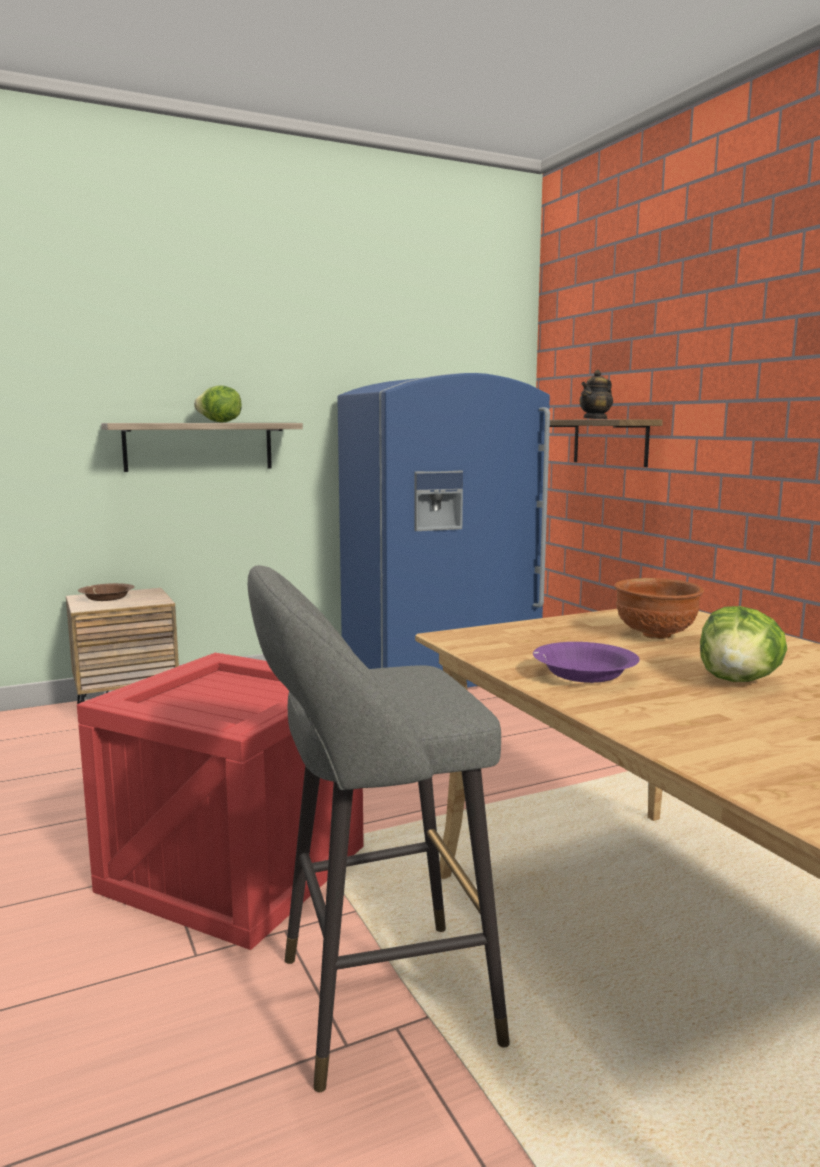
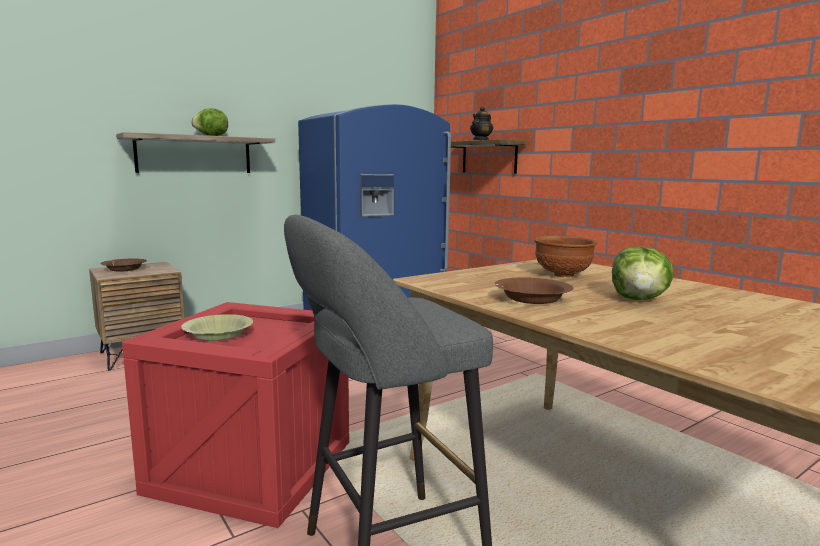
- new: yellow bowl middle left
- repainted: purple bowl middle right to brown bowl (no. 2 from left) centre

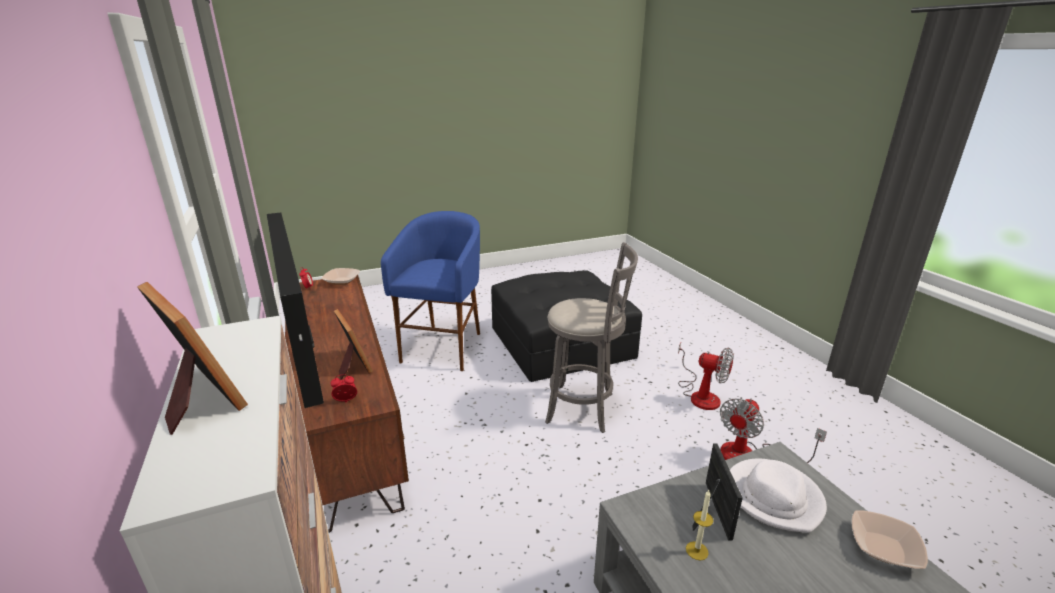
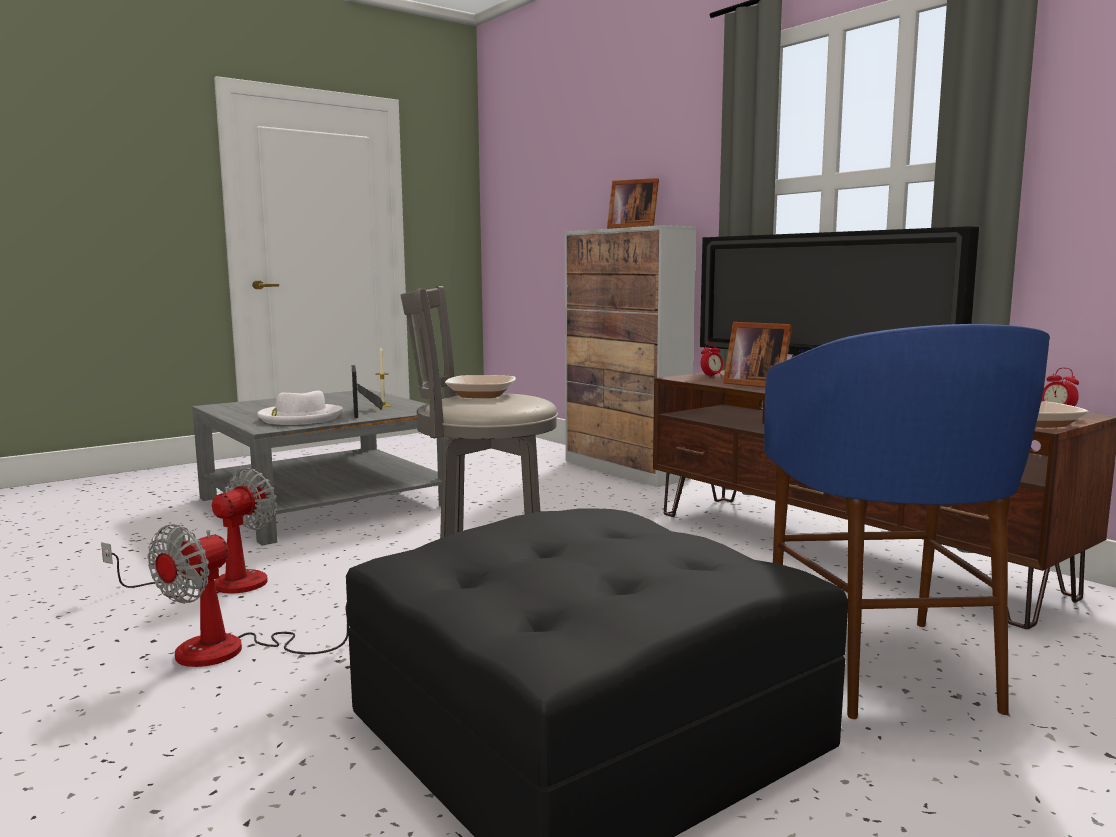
- shifted: bowl (no. 2 from left in the first image) bottom right to bowl (no. 1 from left) centre
- rotated: fan (no. 1 from left in the first image) middle right = bottom left 75 degrees counterclockwise

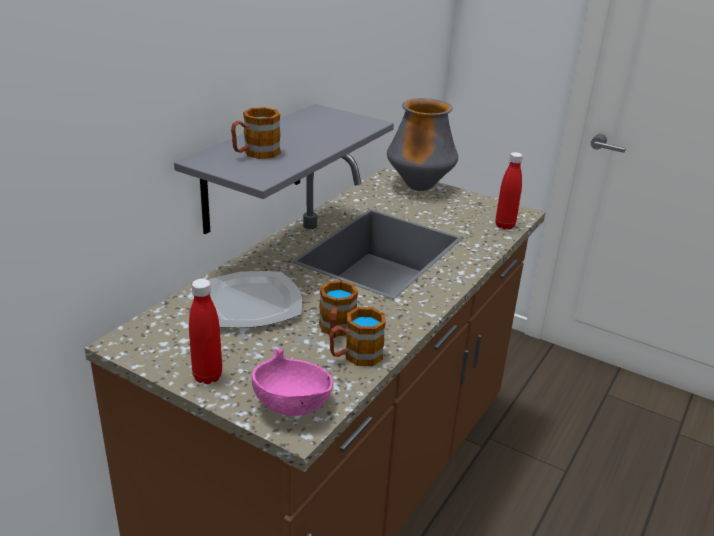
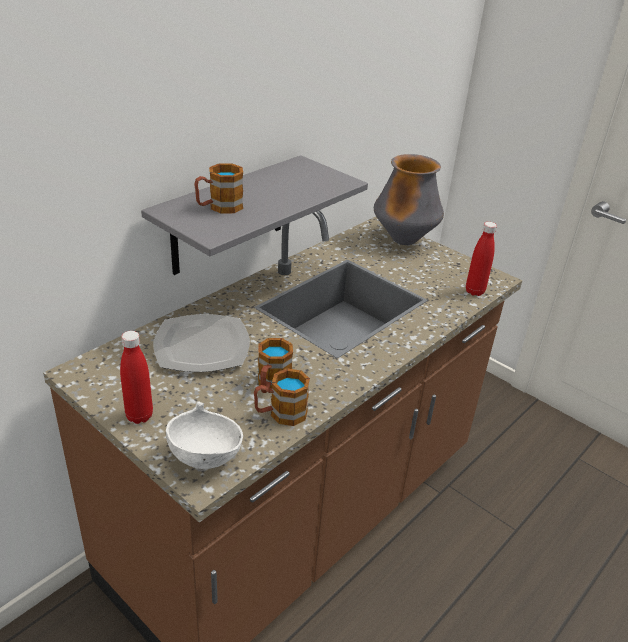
- repainted: pink bowl bottom centre to white bowl bottom left

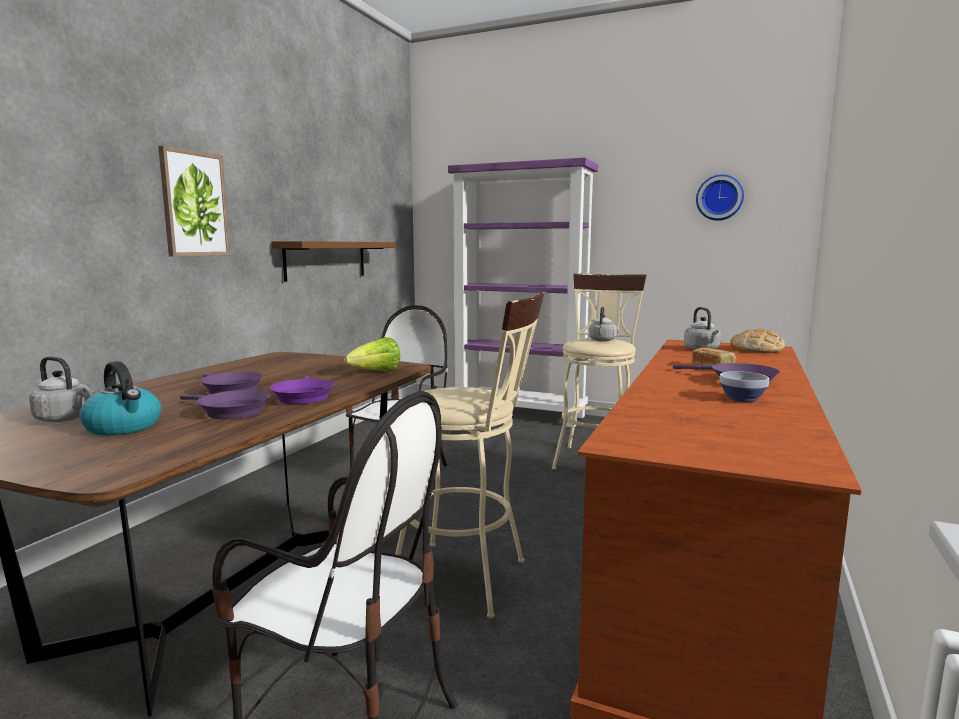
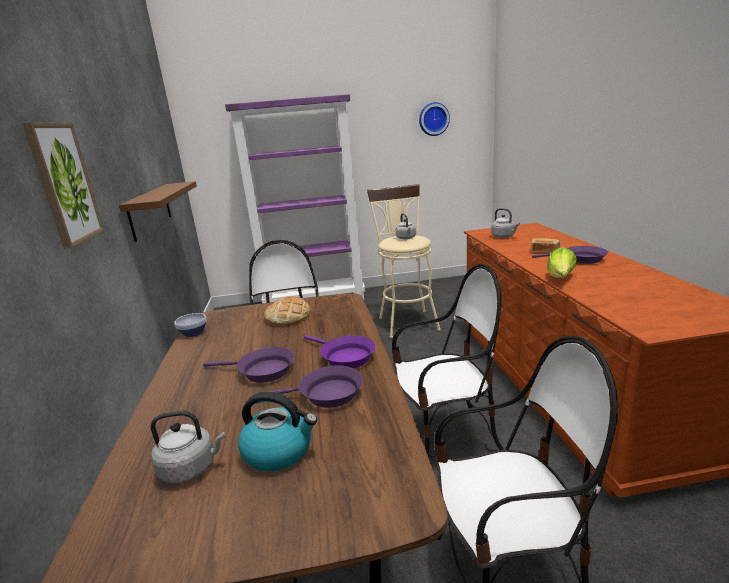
- shifted: lettuce centre to middle right
- shifted: bowl middle right to middle left
- shifted: bread (no. 2 from left in the first image) middle right to bread (no. 1 from left) centre
- swapped: beige stool (no. 1 from left) centre to chair (no. 2 from left) centre

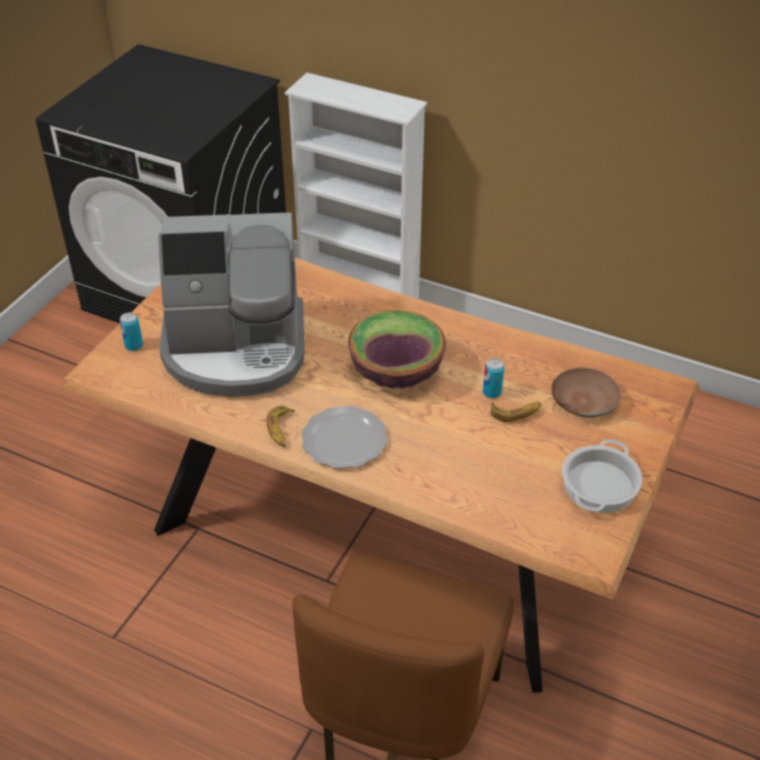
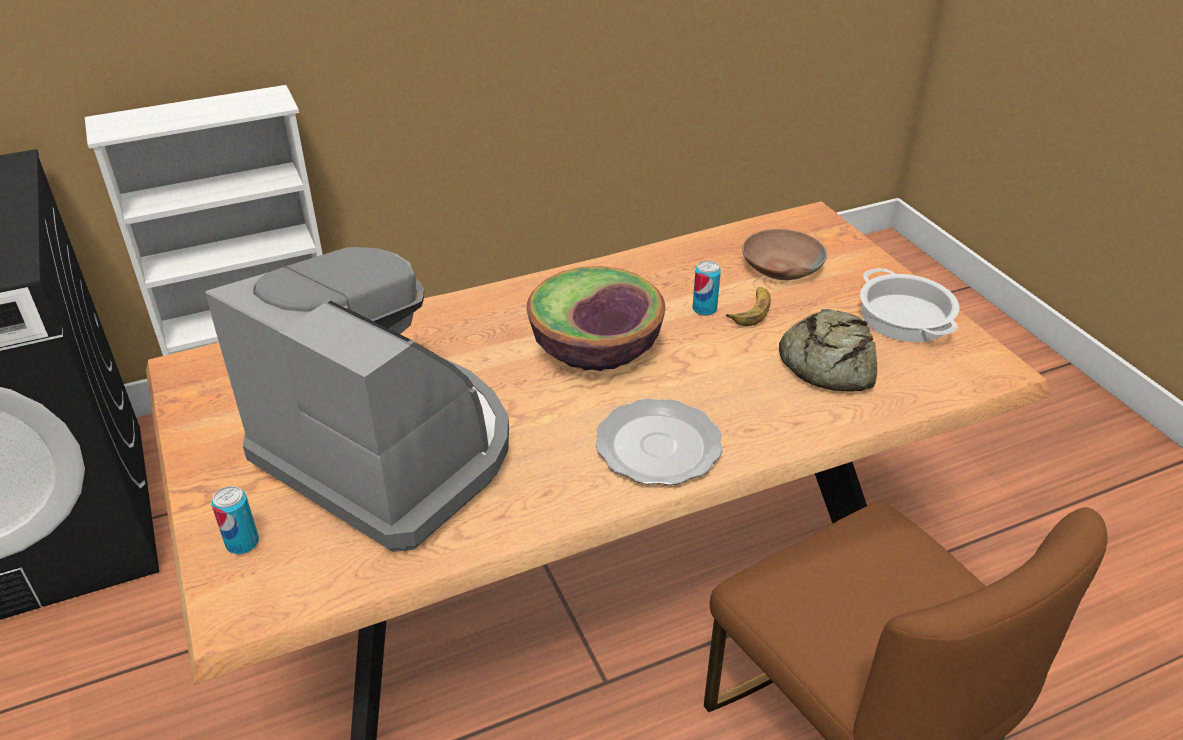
- gone: banana (no. 1 from left) centre
- new: bread middle right
- rotated: coffee machine middle left = middle left 90 degrees counterclockwise

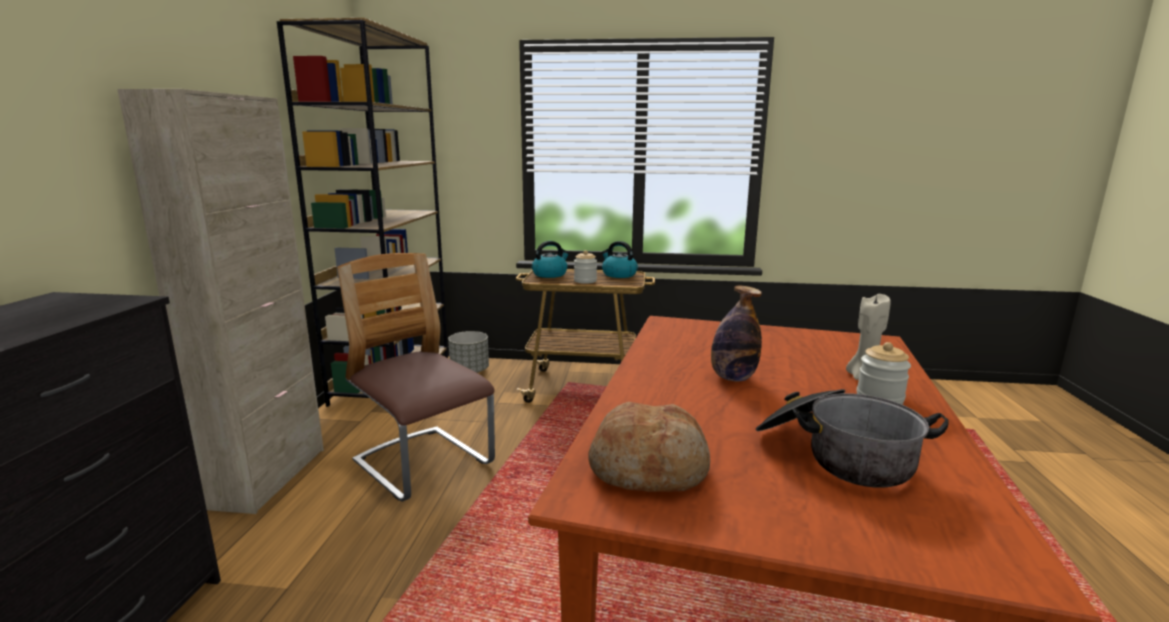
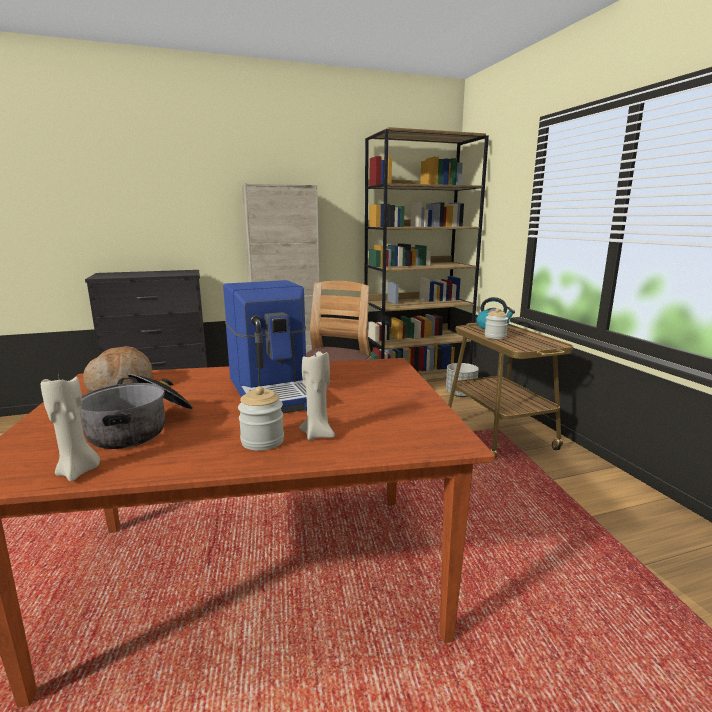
- gone: kettle (no. 2 from left) centre
- new: beige candle (no. 1 from left) middle left
- swapped: bottle centre to coffee machine centre

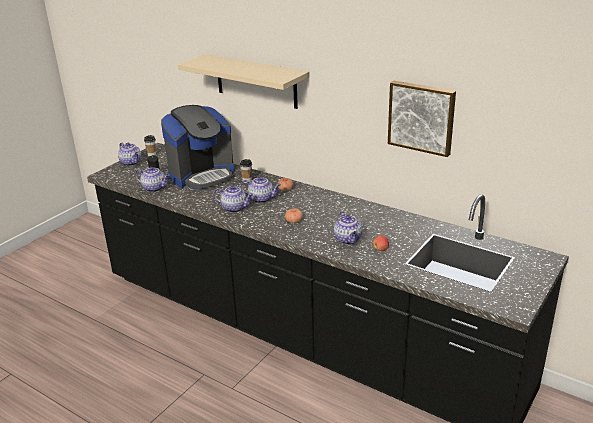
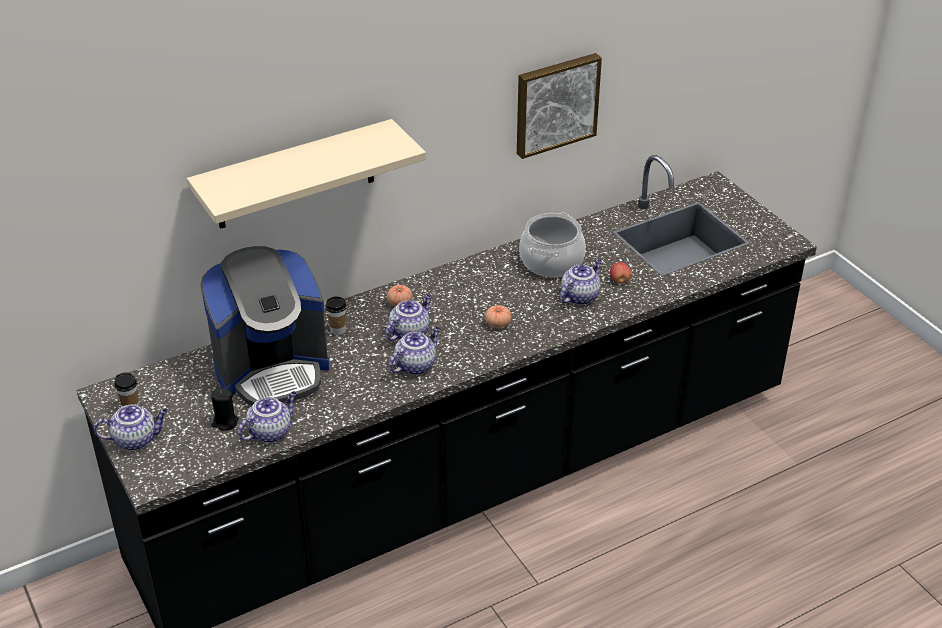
- new: cooking pot centre
- rotated: coffee machine middle left = middle left 75 degrees clockwise
- rotated: teapot (no. 5 from left) centre = centre 60 degrees counterclockwise

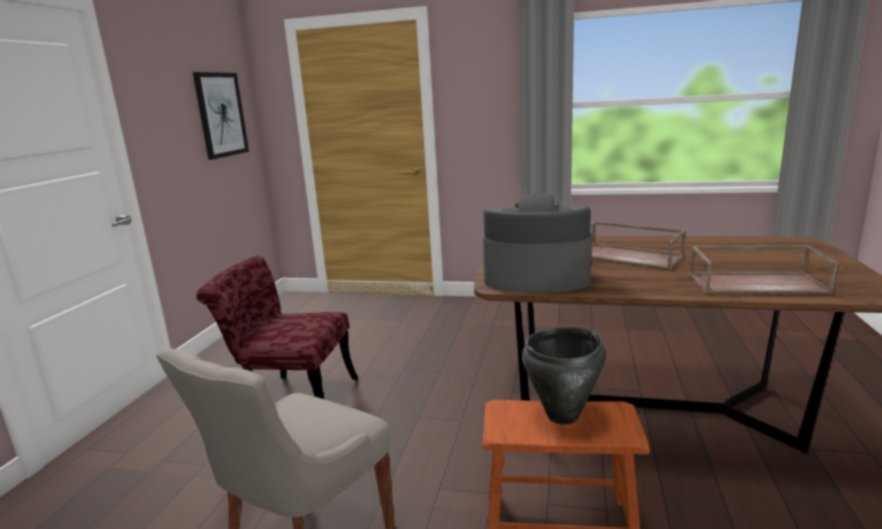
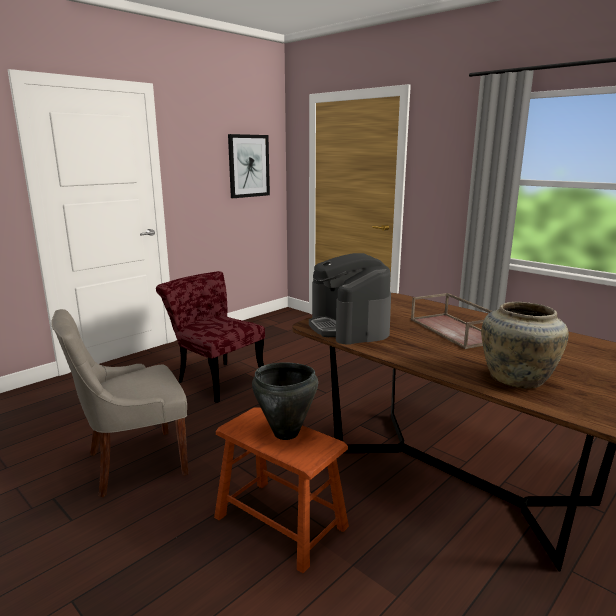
- swapped: brown tray (no. 2 from left) middle right to beige vase middle right
- rotated: coffee machine centre = centre 150 degrees counterclockwise

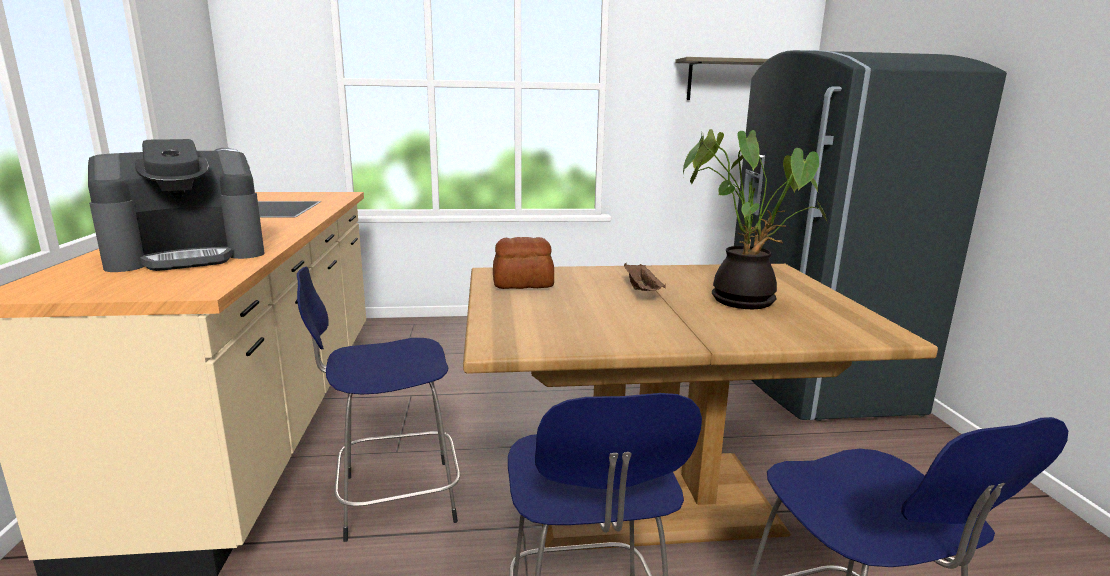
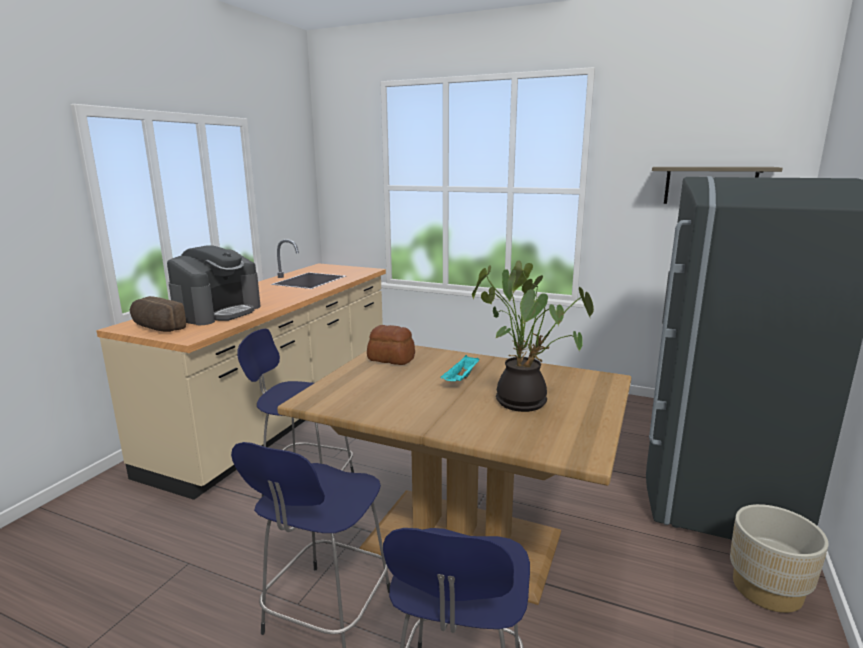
- new: bread (no. 1 from left) middle left
- new: beige planter bottom right
- repainted: brown tray centre to turquoise tray centre
- rotated: coffee machine middle left = middle left 60 degrees counterclockwise

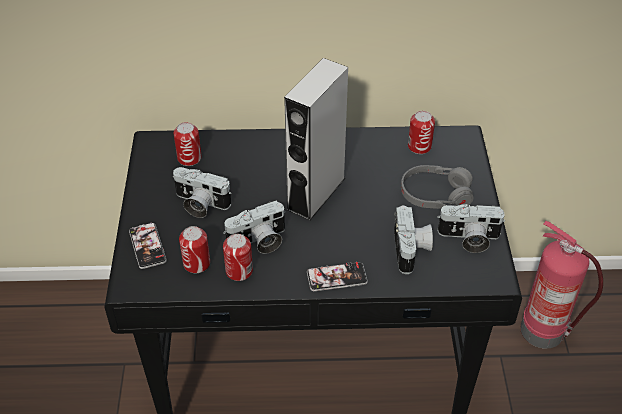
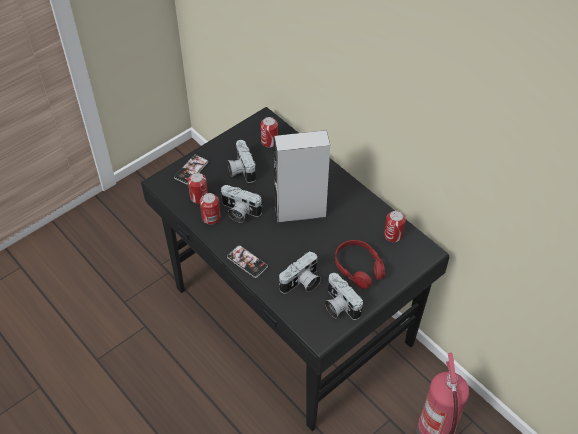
- repainted: grey headphones middle right to red headphones centre

